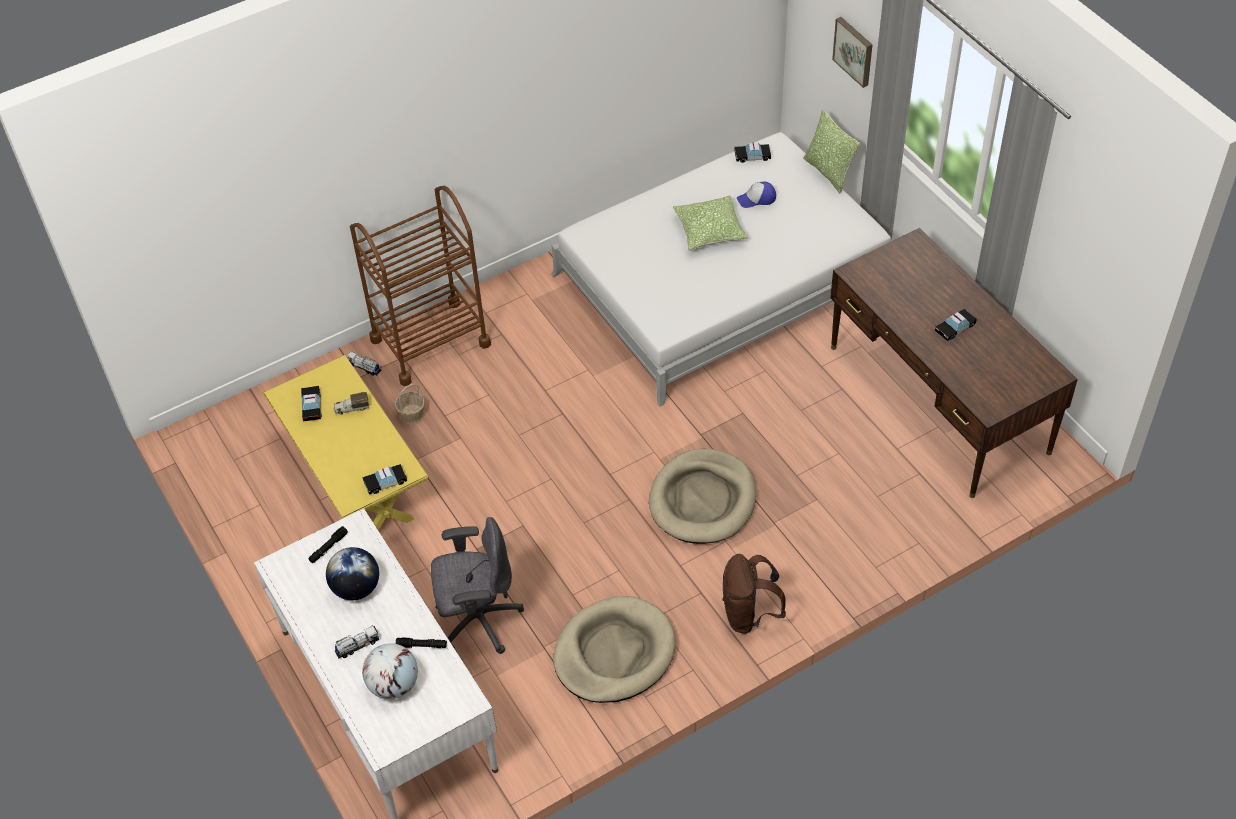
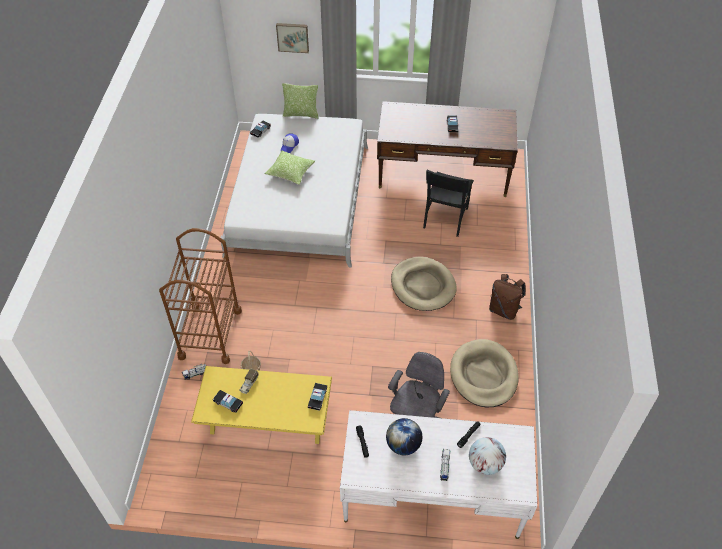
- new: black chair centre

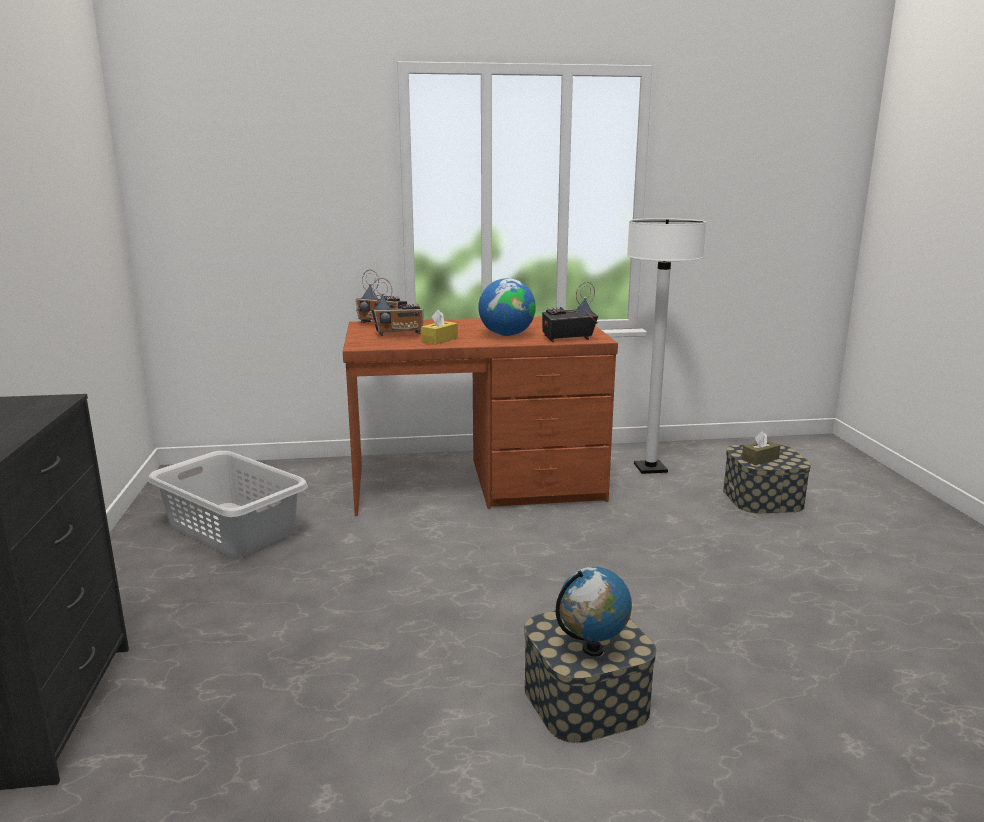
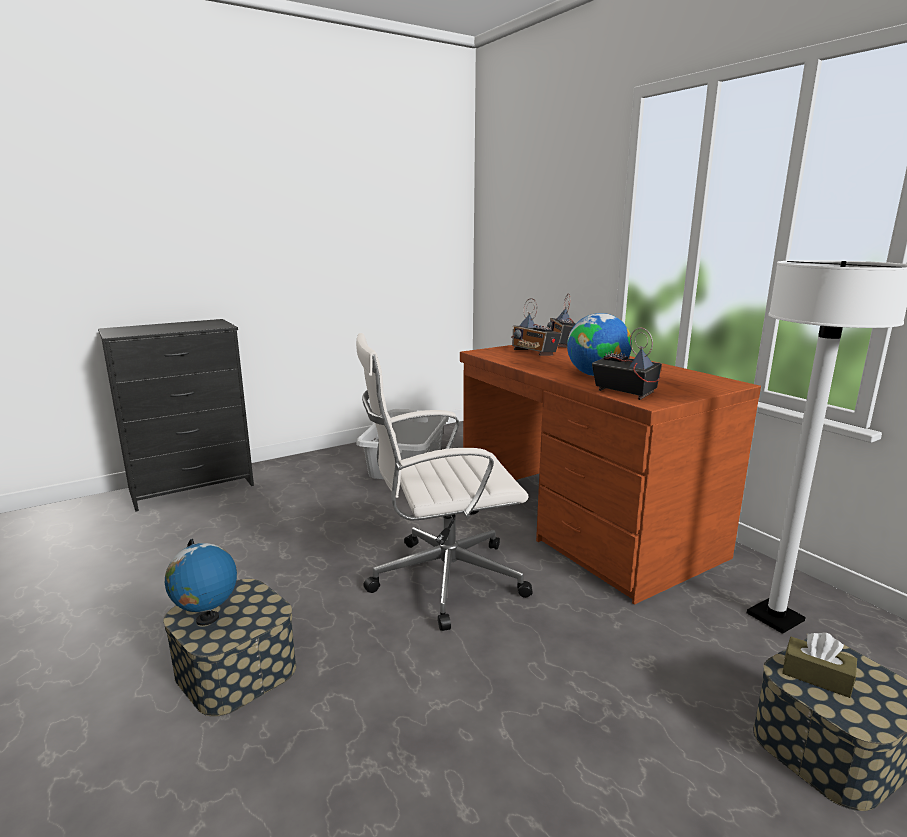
- gone: yellow tissue box centre
- new: white office chair centre

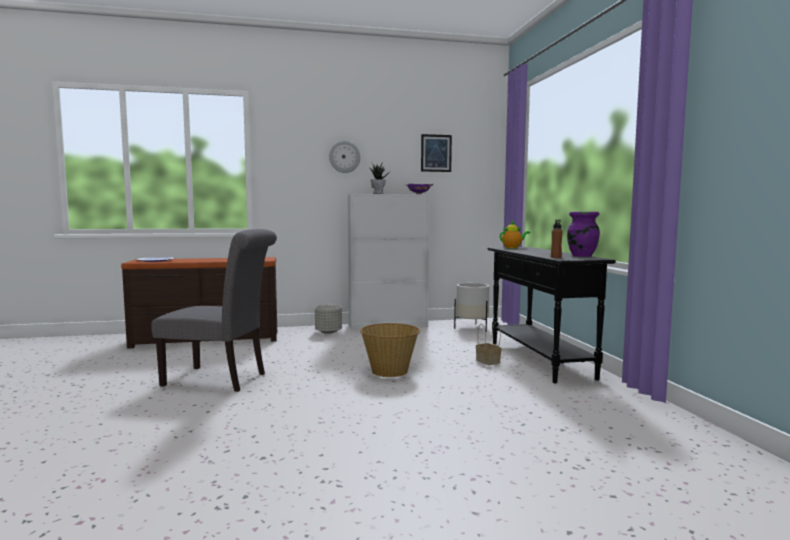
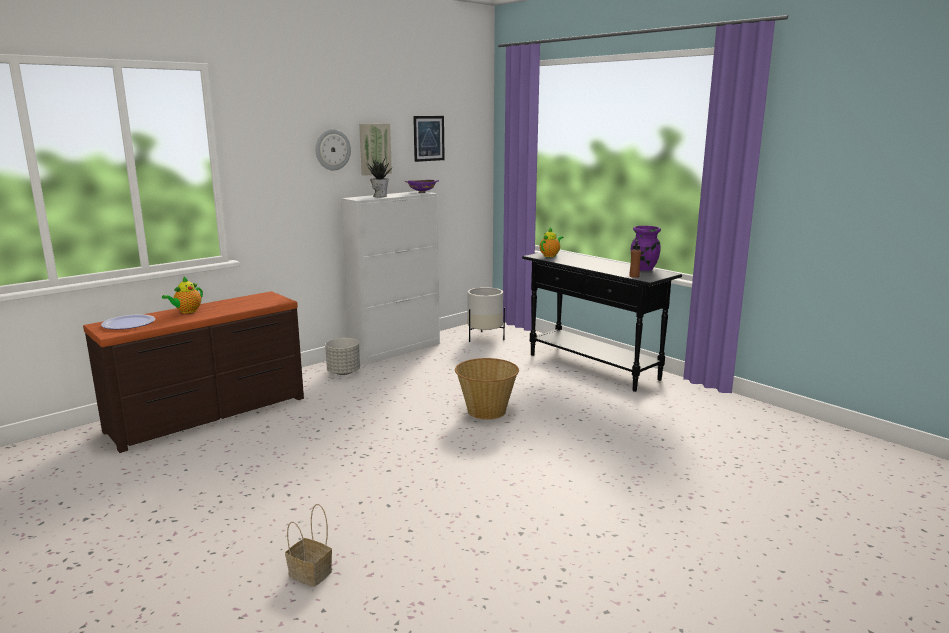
- gone: grey chair middle left
- new: teapot (no. 1 from left) middle left
- new: picture (no. 1 from left) top centre
- shifted: basket (no. 2 from left in the first image) centre to basket (no. 1 from left) bottom left

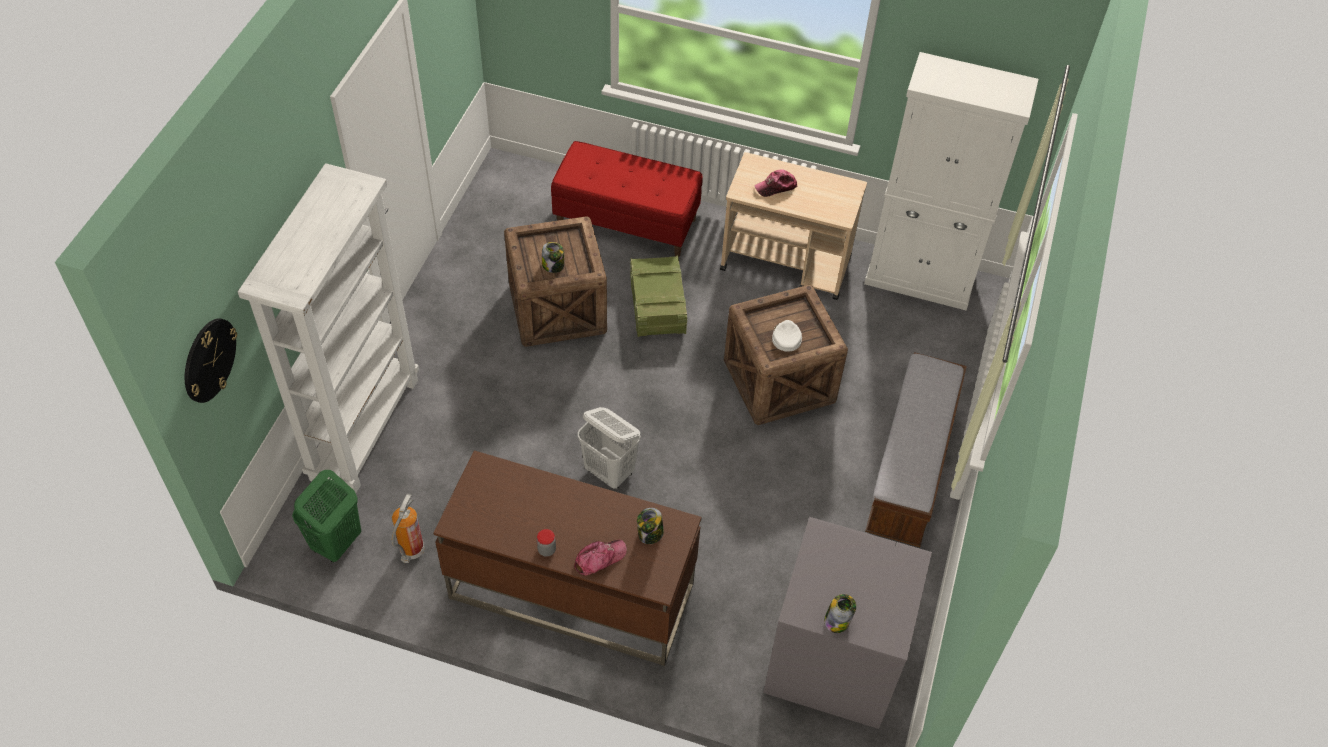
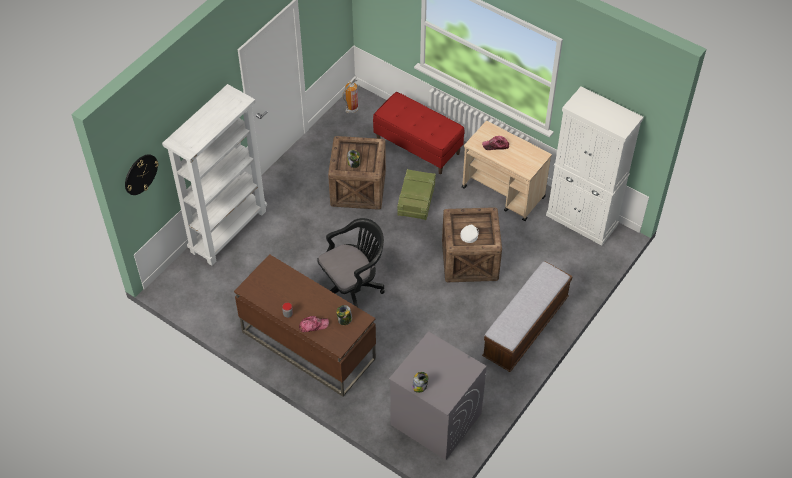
- gone: green laundry basket bottom left
- shifted: fire extinguisher bottom left to top centre
- swapped: white laundry basket centre to black office chair centre

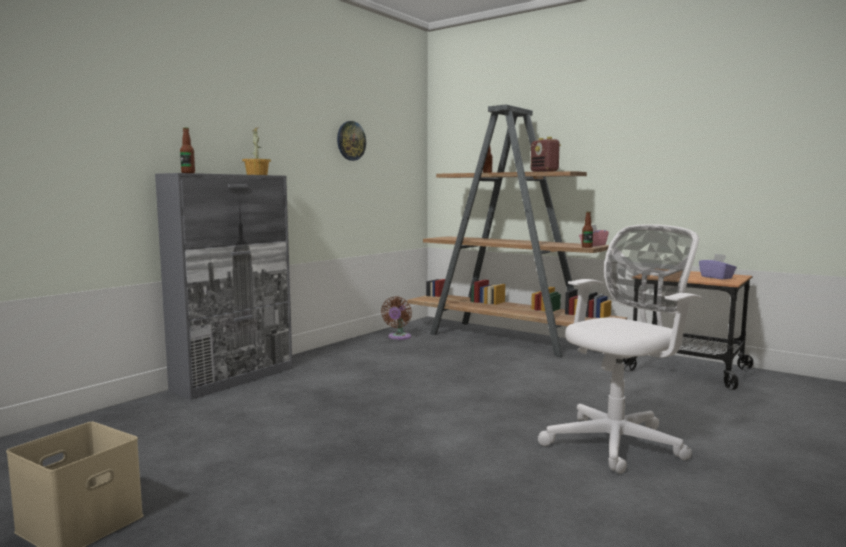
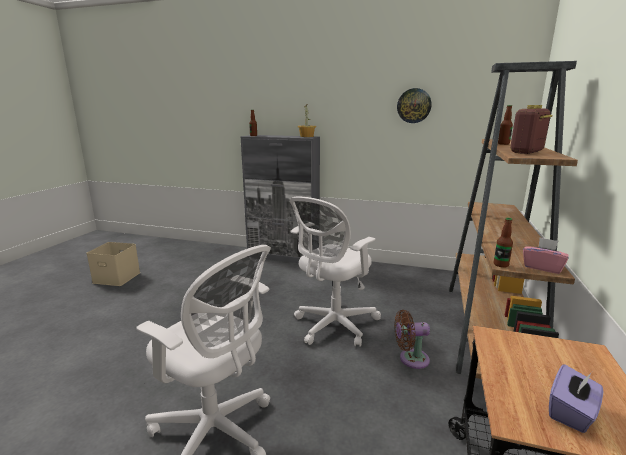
- new: white office chair (no. 2 from left) centre
- shifted: brown fan centre to bottom centre

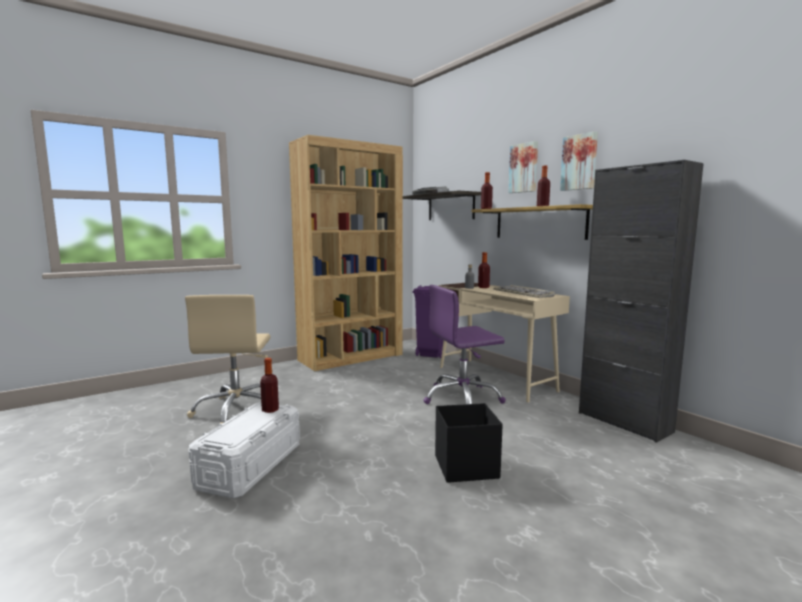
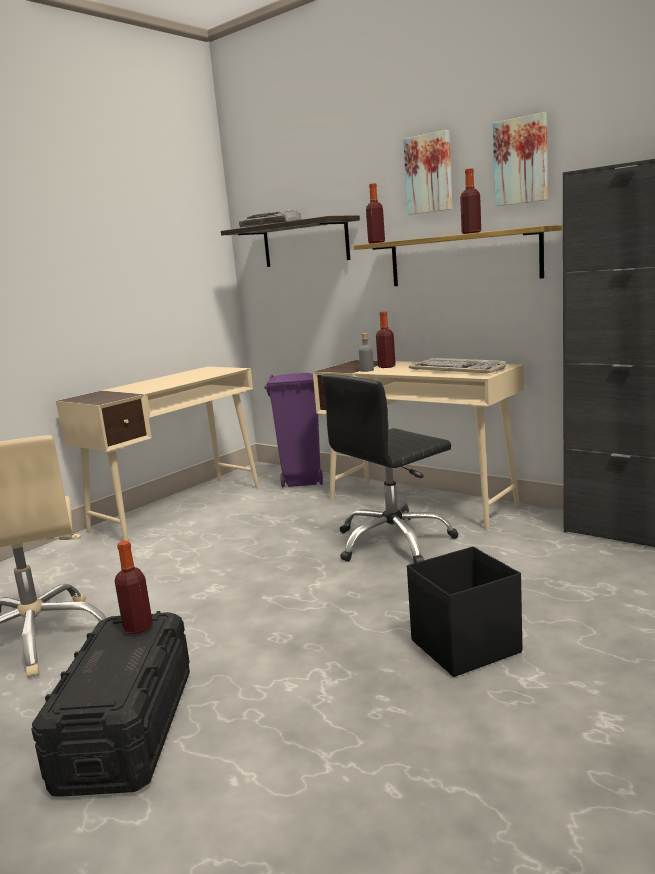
- swapped: brown bookcase centre to beige desk (no. 1 from left) middle left
- repainted: white storage box bottom left to black storage box (no. 1 from left) bottom left
- repainted: purple office chair centre to black office chair centre

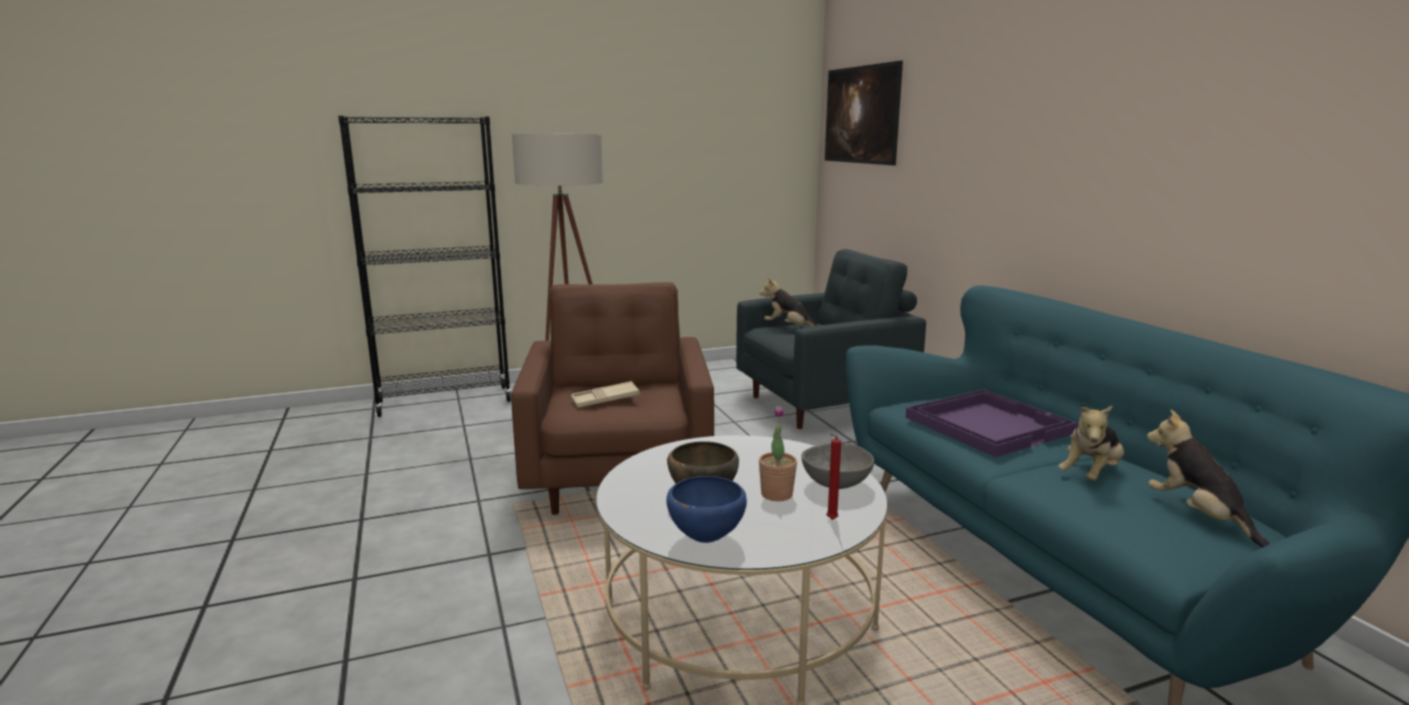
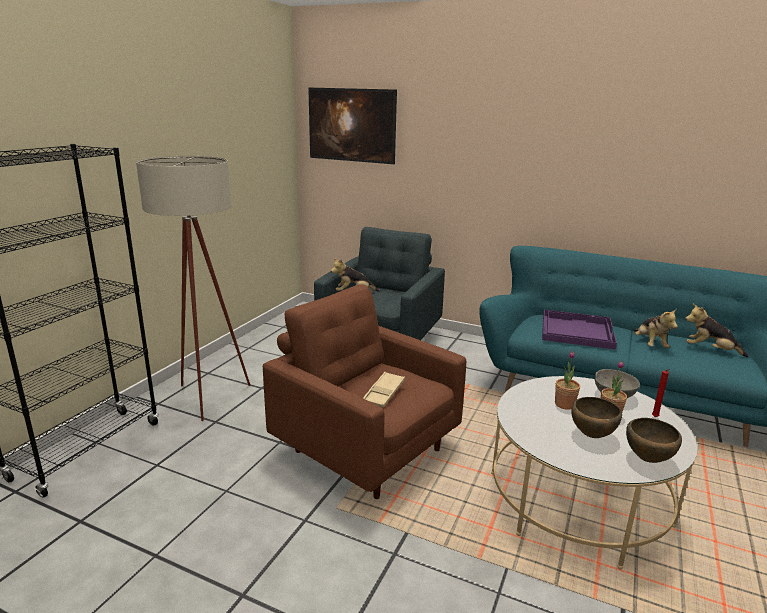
- new: potted plant (no. 1 from left) middle right
- repainted: blue bowl bottom centre to brown bowl (no. 2 from left) bottom right

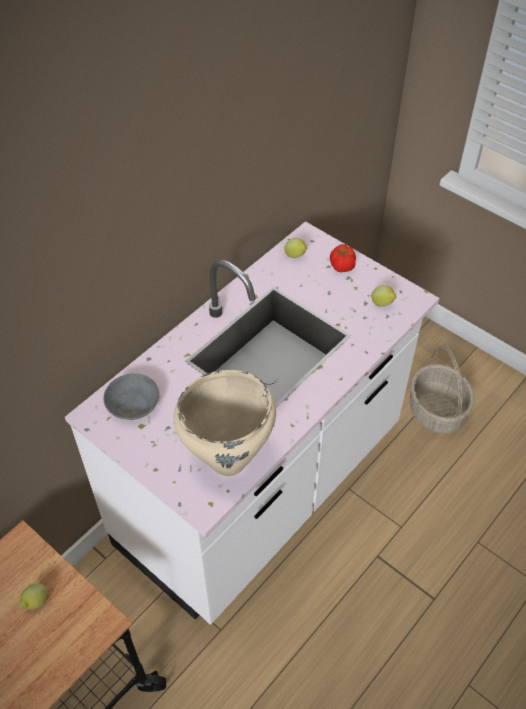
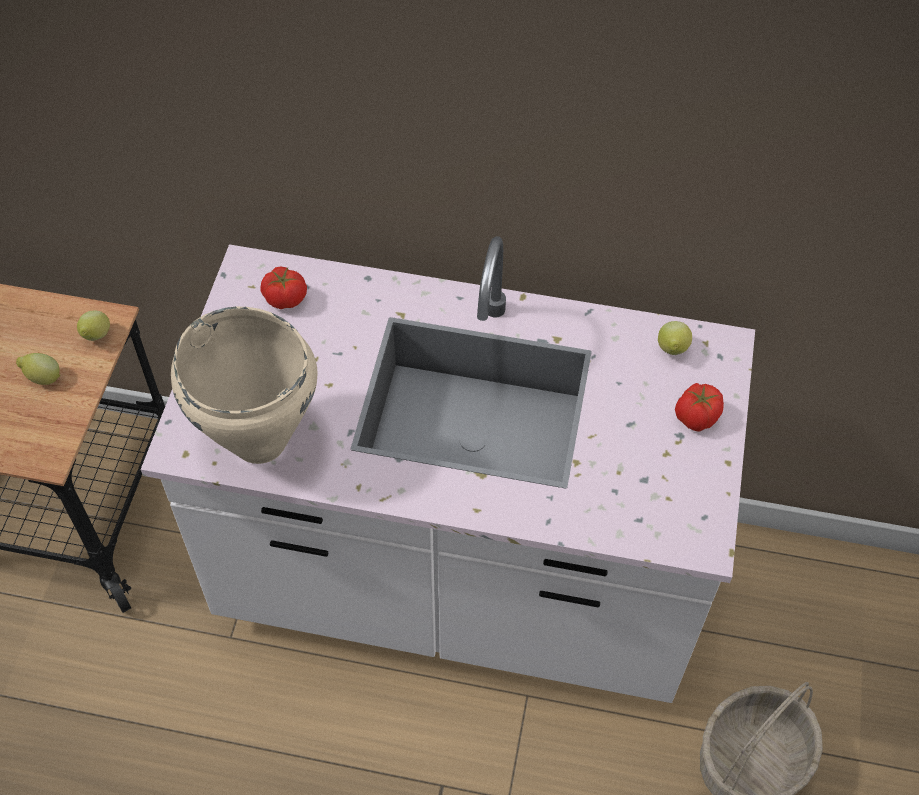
- shifted: lemon (no. 3 from left in the first image) middle right to lemon (no. 2 from left) middle left
- swapped: grey bowl middle left to tomato (no. 1 from left) middle left

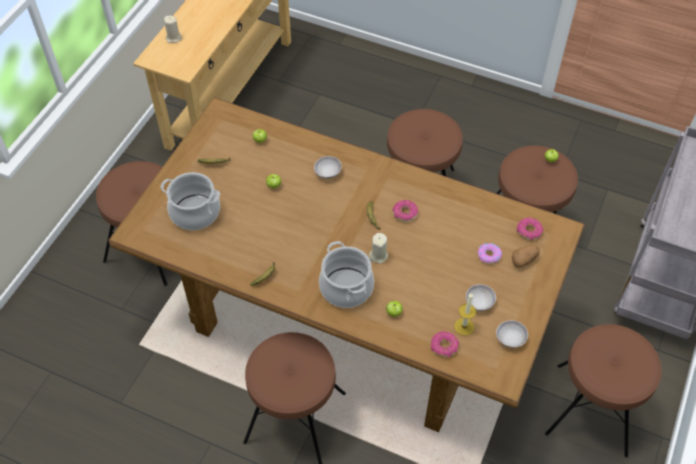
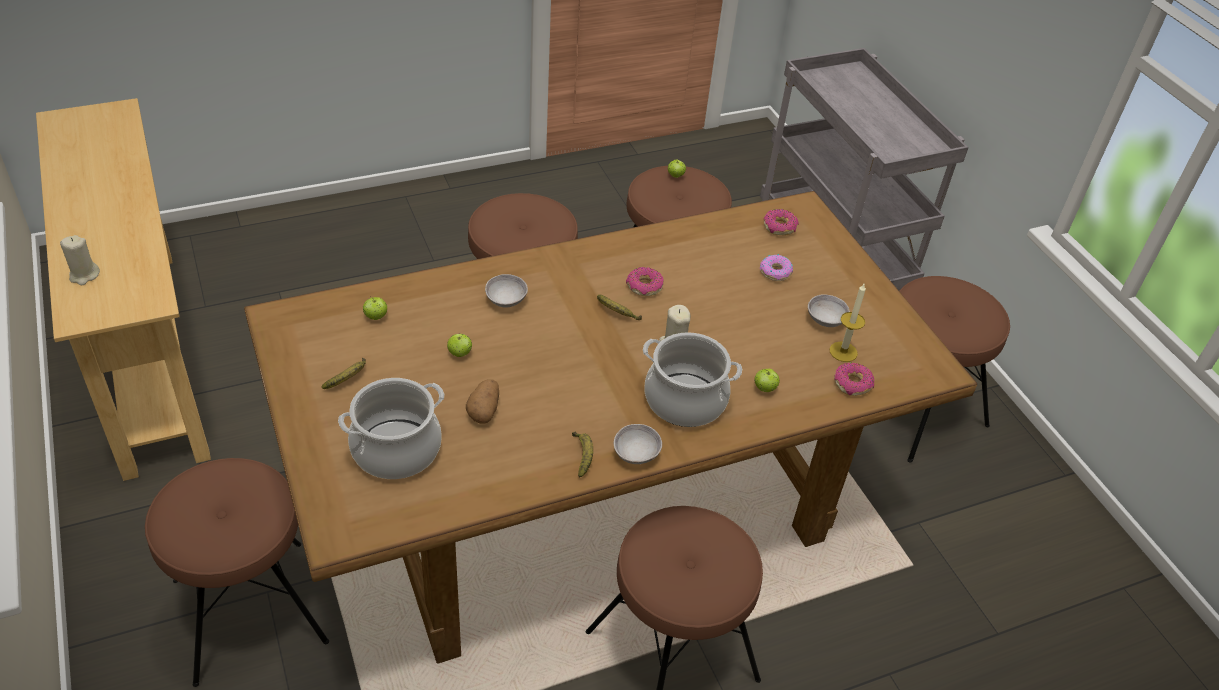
- shifted: grey bowl (no. 3 from left in the first image) bottom right to grey bowl (no. 2 from left) centre
- shifted: potato middle right to centre

